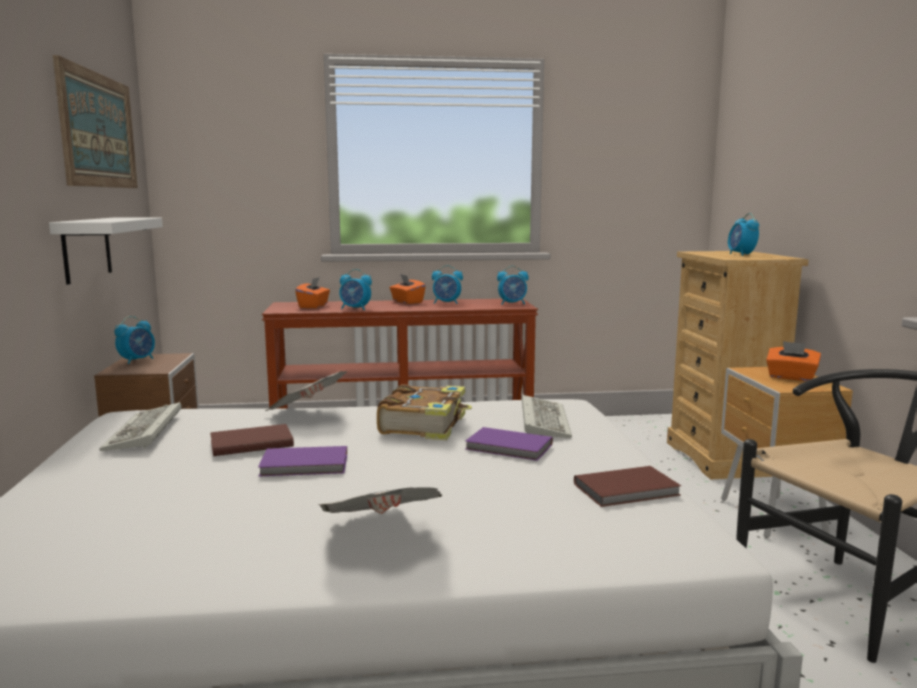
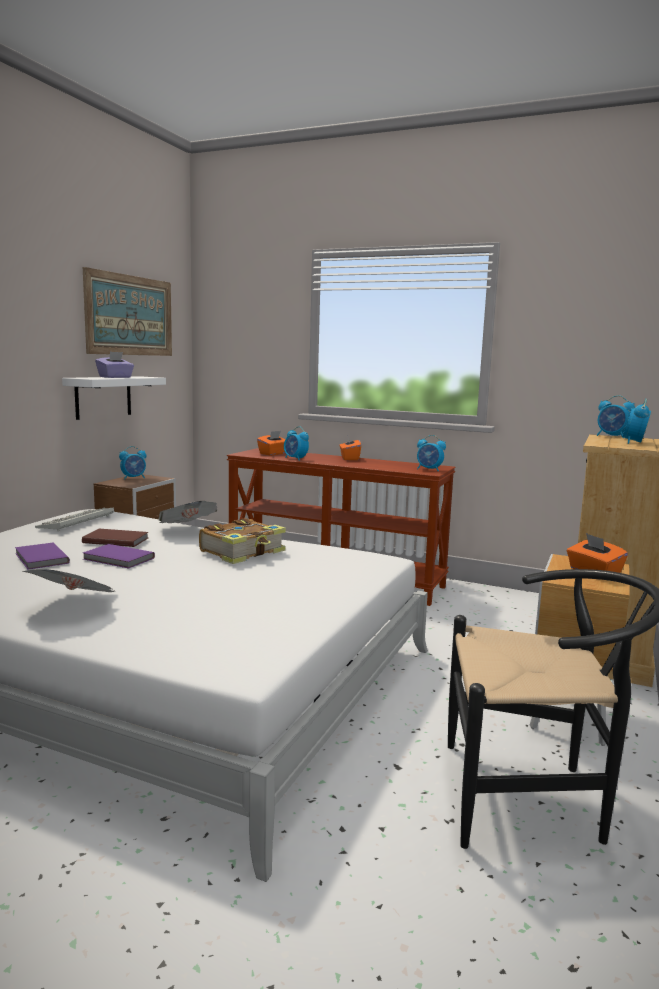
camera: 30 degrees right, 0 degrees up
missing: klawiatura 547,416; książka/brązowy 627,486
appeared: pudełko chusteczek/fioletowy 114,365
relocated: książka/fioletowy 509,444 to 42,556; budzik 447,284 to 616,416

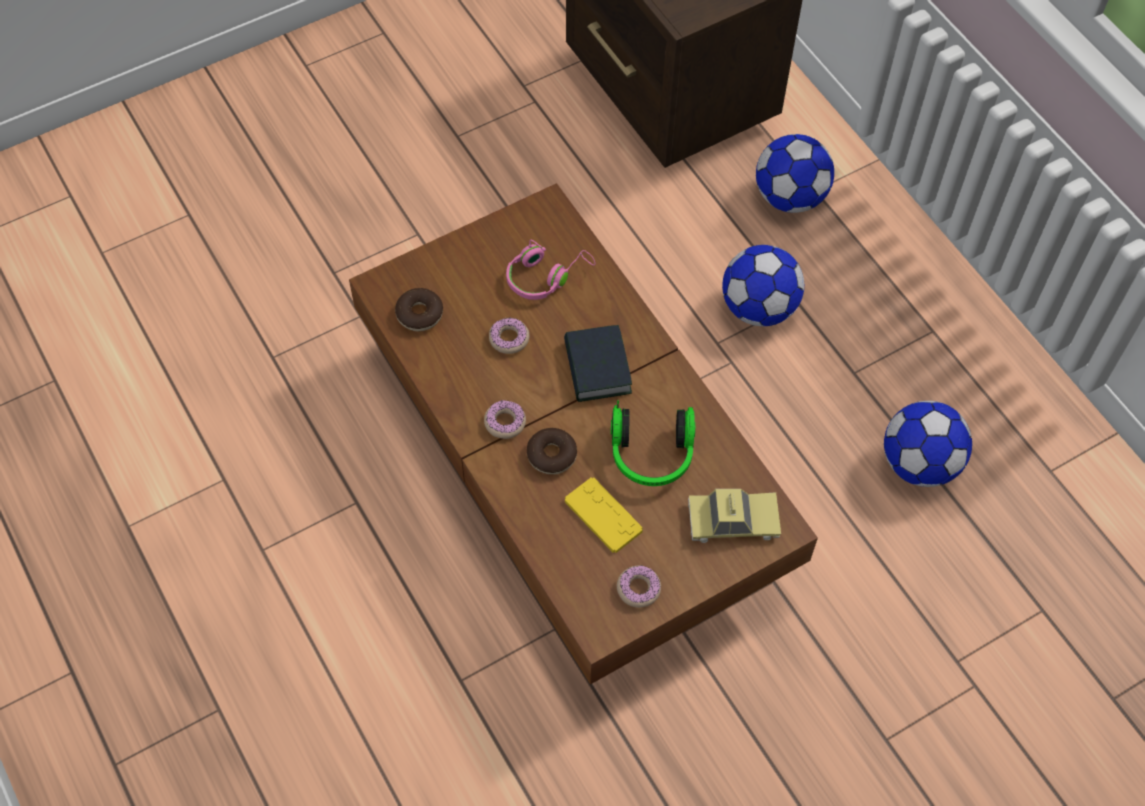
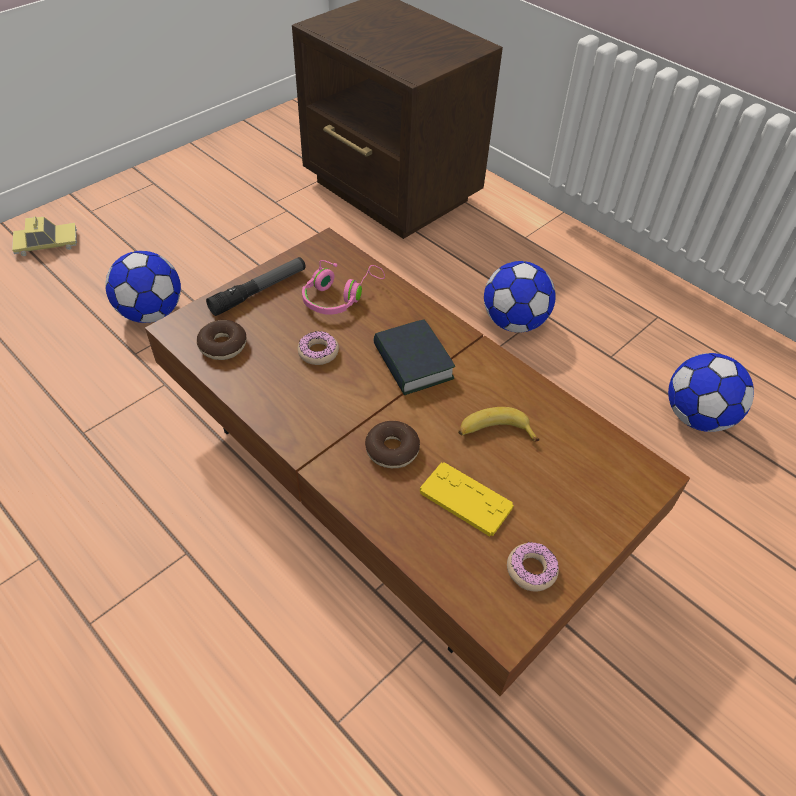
camera: 15 degrees left, 10 degrees down
missing: donut 505,419
appeared: latarka 256,286
relocated: samochodzik 734,516 to 44,236; piłka futbolowa 795,173 to 143,287
exchanged: słuchawki 653,443 to banan 499,424

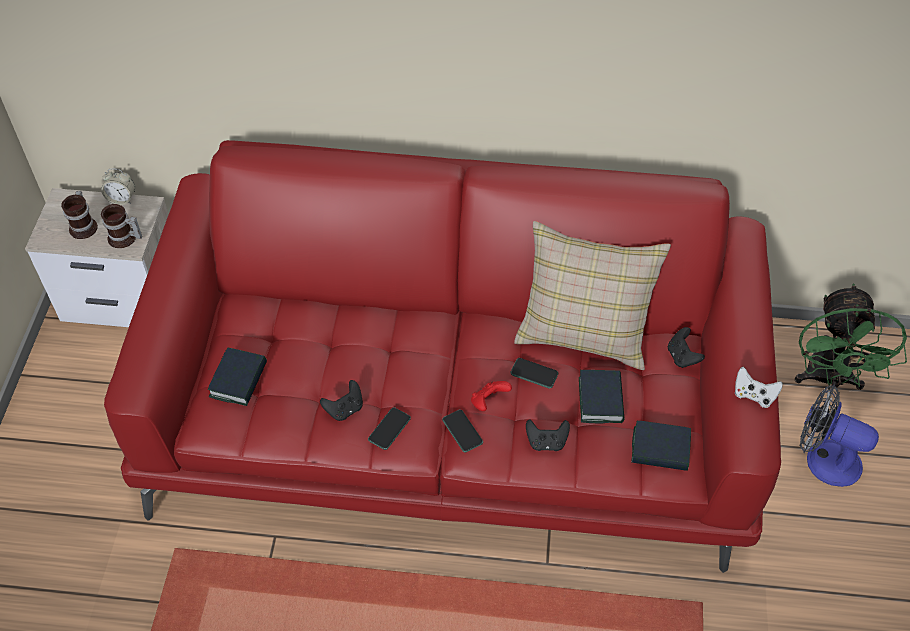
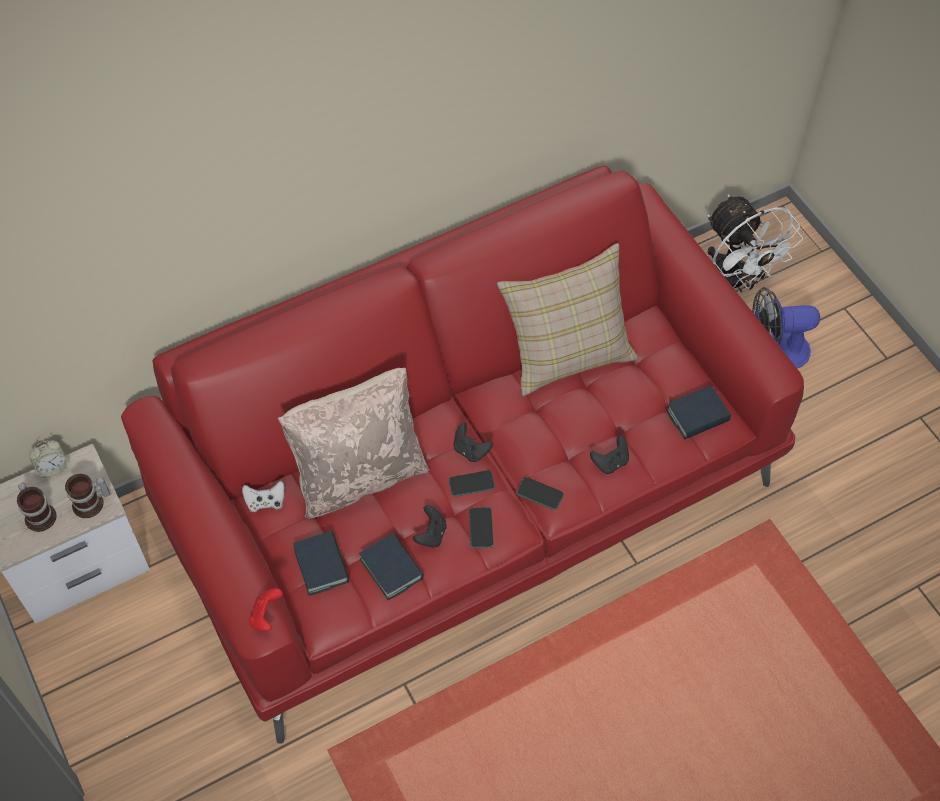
camera: 35 degrees left, 5 degrees up
appeared: poduszka/beżowy 354,443
relocated: pad do gier/biały 759,387 to 263,496; pad do gier/czerwony 491,396 to 265,610; książka 602,396 to 391,566; telefon 534,373 to 471,483; pad do gier/czarny 686,347 to 473,442
colour: wentylator/zielony 851,336 to wentylator/biały 755,243

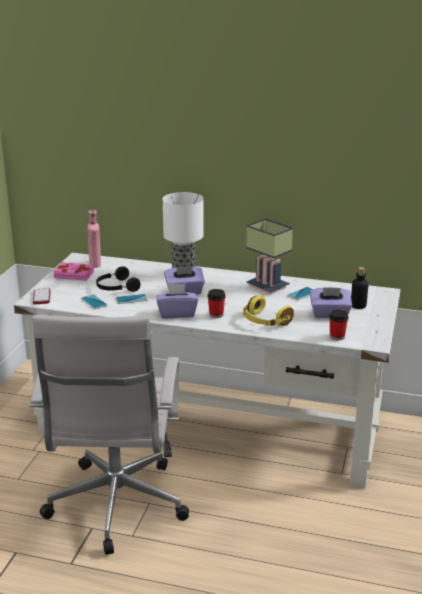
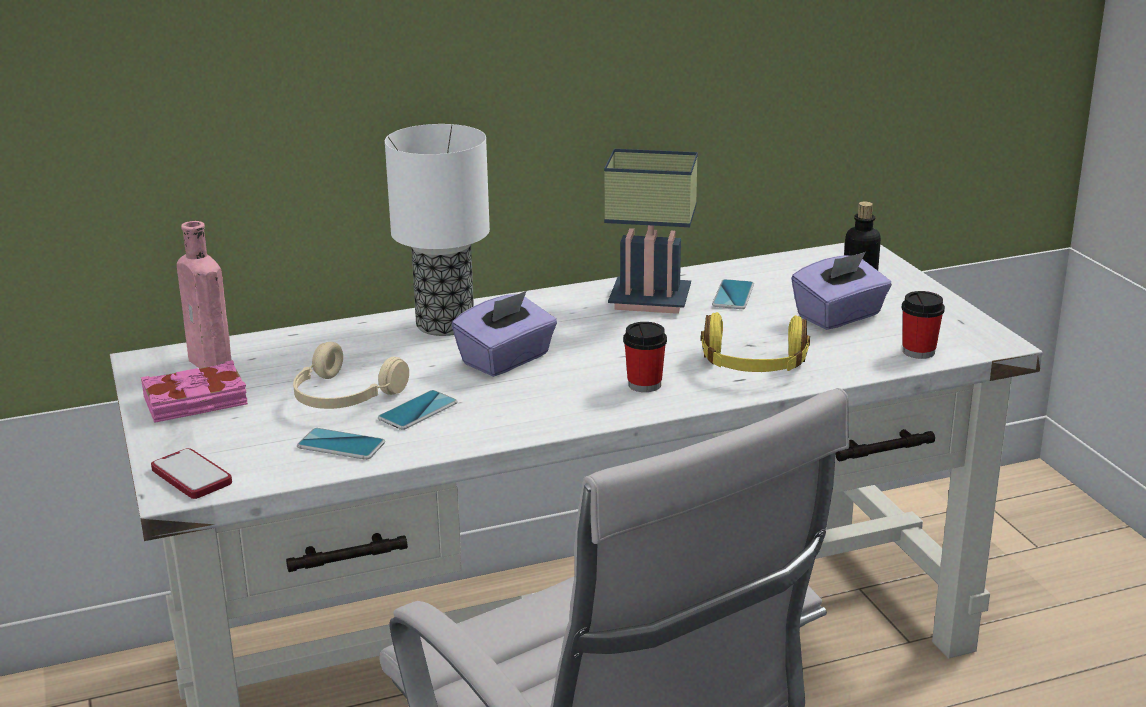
camera: 35 degrees left, 0 degrees up
missing: pudełko chusteczek/fioletowy 177,300
colour: słuchawki/czarny 118,279 to słuchawki/beżowy 351,375

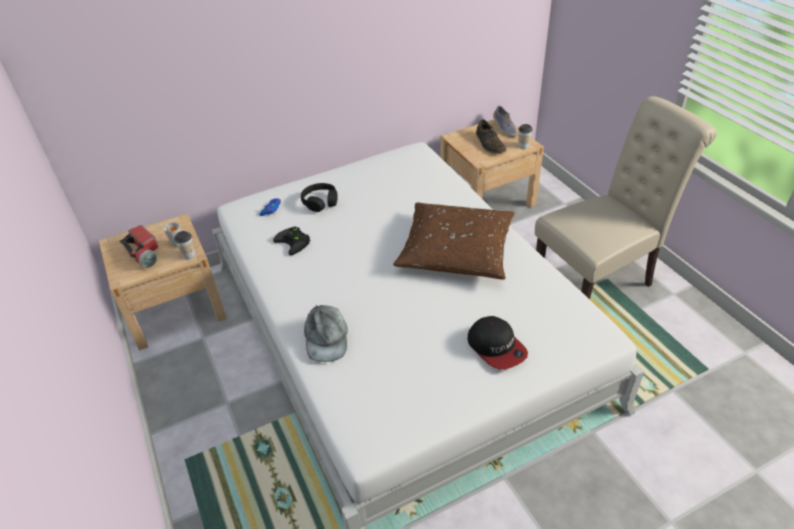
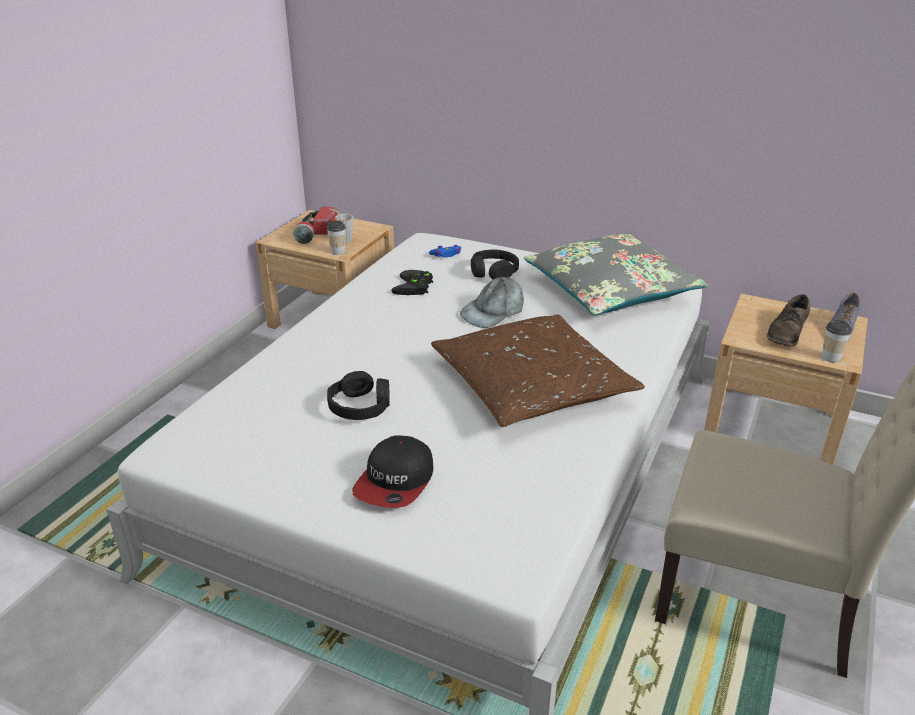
camera: 50 degrees right, 10 degrees down
appeared: słuchawki/czarny 358,395; poduszka/szary 616,275
relocated: czapka z daszkiem/szary 326,333 to 492,302

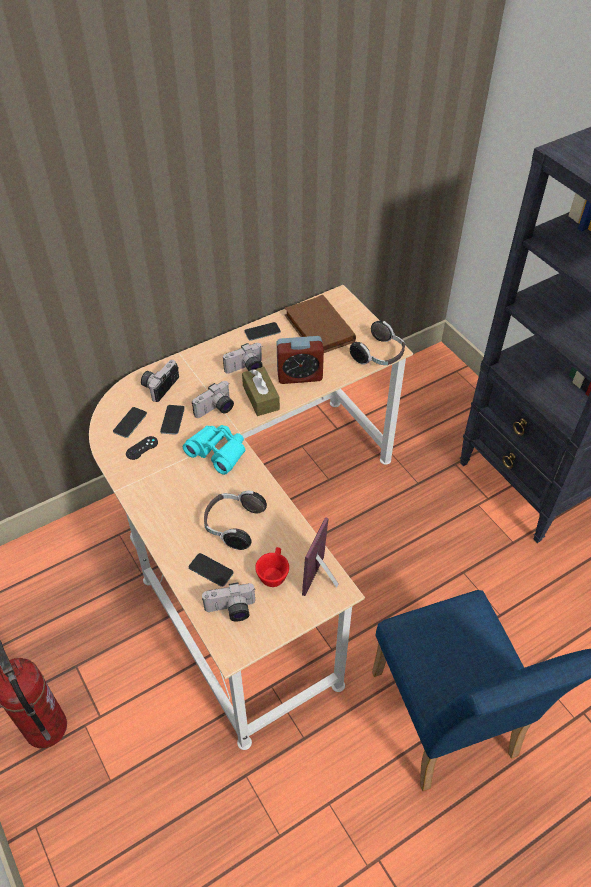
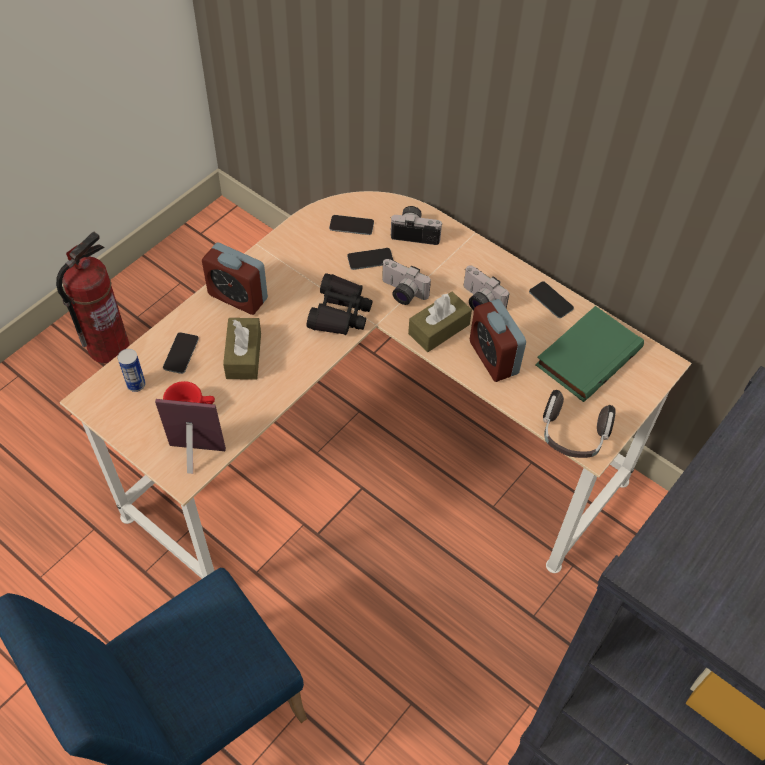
camera: 70 degrees right, 5 degrees up
missing: pad do gier/czarny 142,448
appeared: budzik 235,279
exchanged: aparat fotograficzny 228,601 to puszka 132,370; słuchawki 235,520 to pudełko chusteczek/brązowy 242,349
colour: lornetka/turkusowy 214,450 to lornetka/czarny 339,304; książka/brązowy 320,324 to książka/zielony 589,354

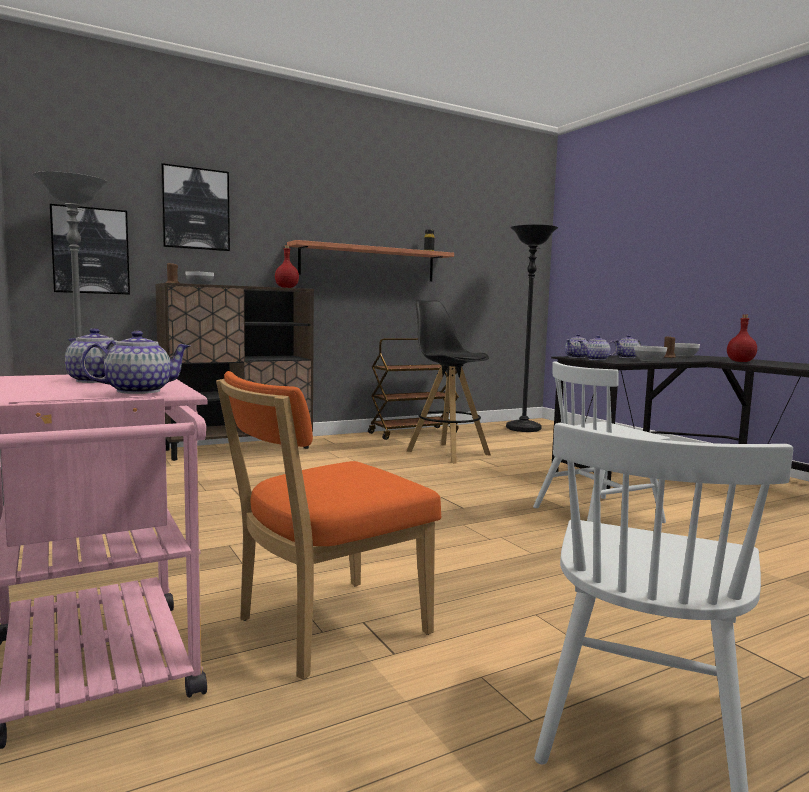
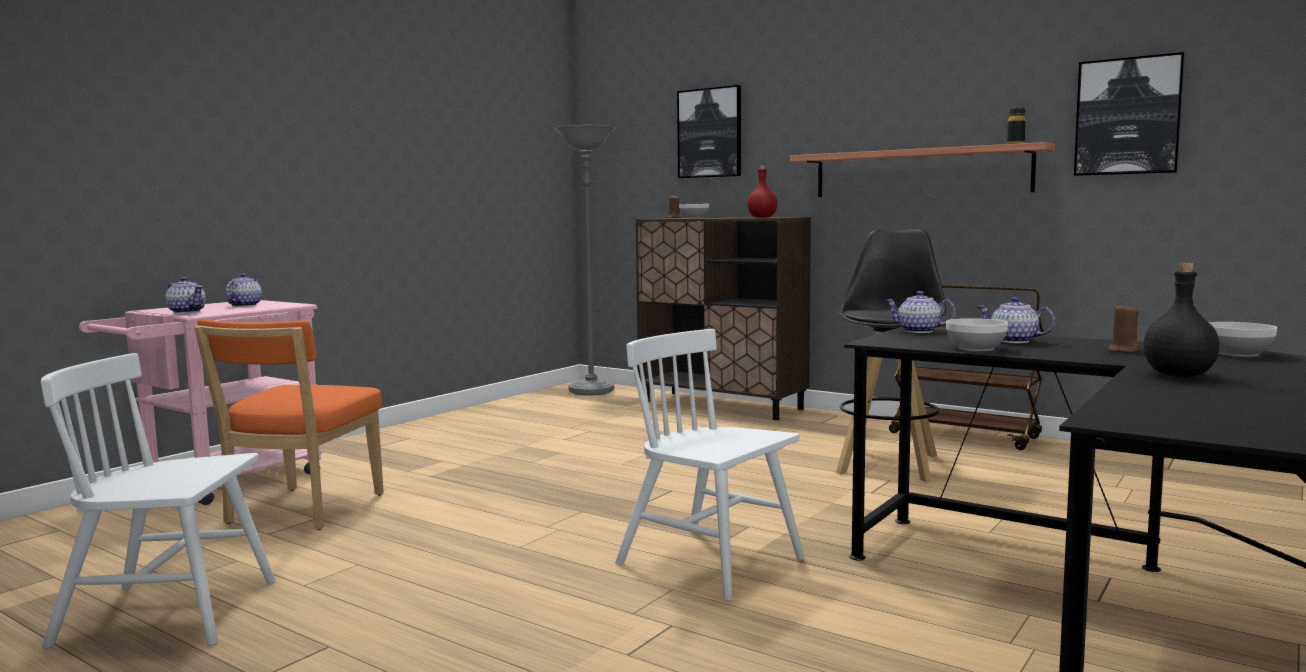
camera: 65 degrees right, 0 degrees up
missing: lampa stojąca/czarny 532,328; imbryk 598,347
relocated: obraz 90,249 to 1129,114
colour: butelka/czerwony 742,338 to butelka/czarny 1182,320
spun: krzesło/pomarańczowy 328,525 = 289,424 105 degrees counterclockwise

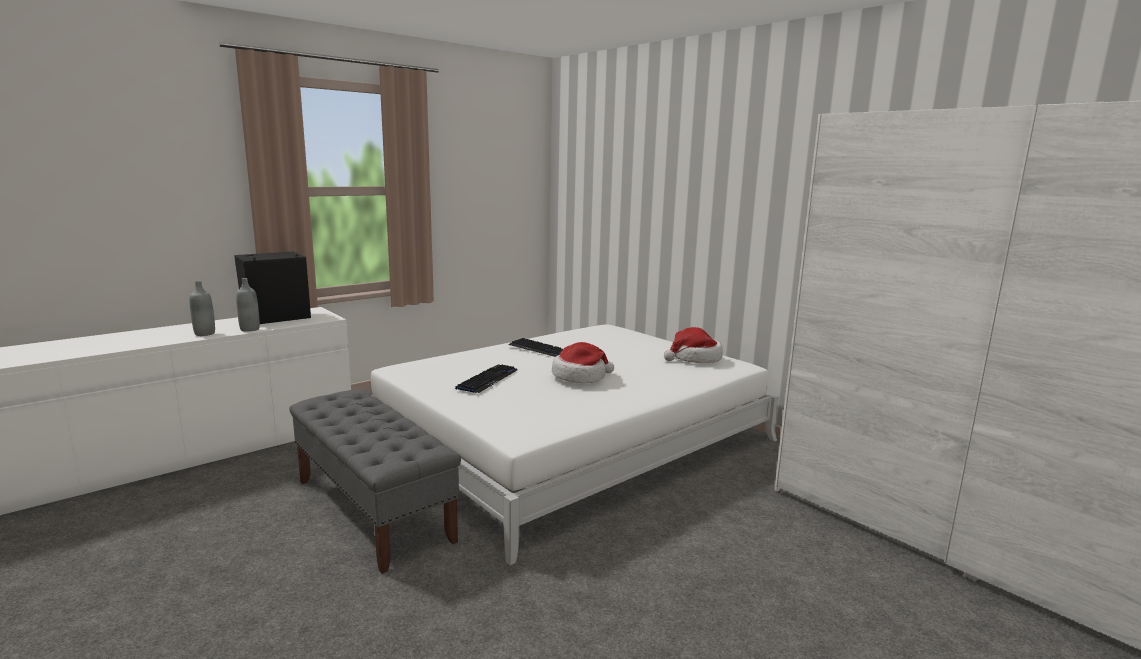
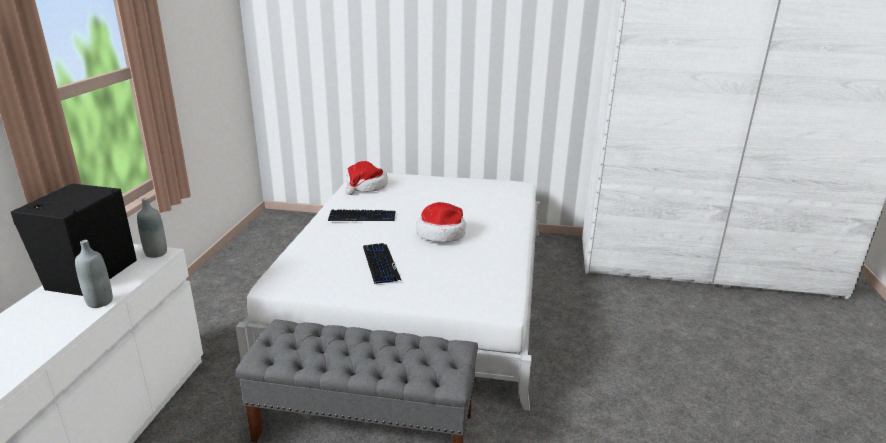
camera: 40 degrees left, 10 degrees up
relocated: butelka/szary 202,308 to 152,228; kapelusz 693,345 to 366,178

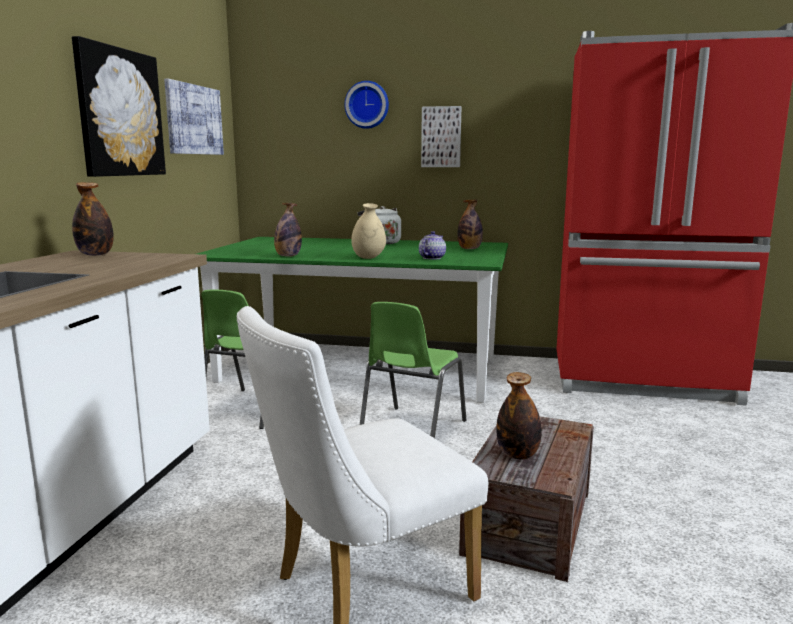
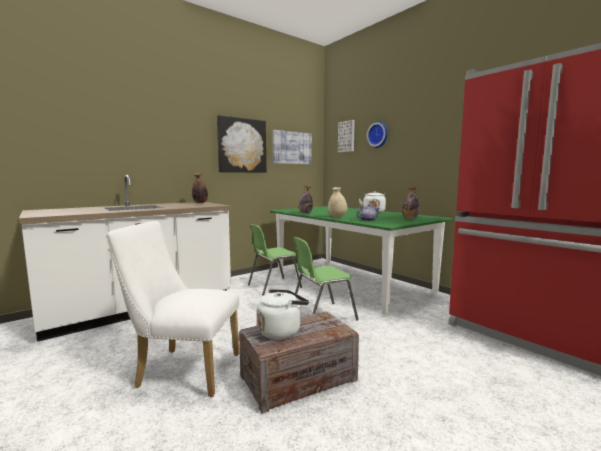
camera: 40 degrees right, 5 degrees down
relocated: obraz 441,136 to 346,136
exchanged: butelka 519,416 to czajnik/biały 283,314

